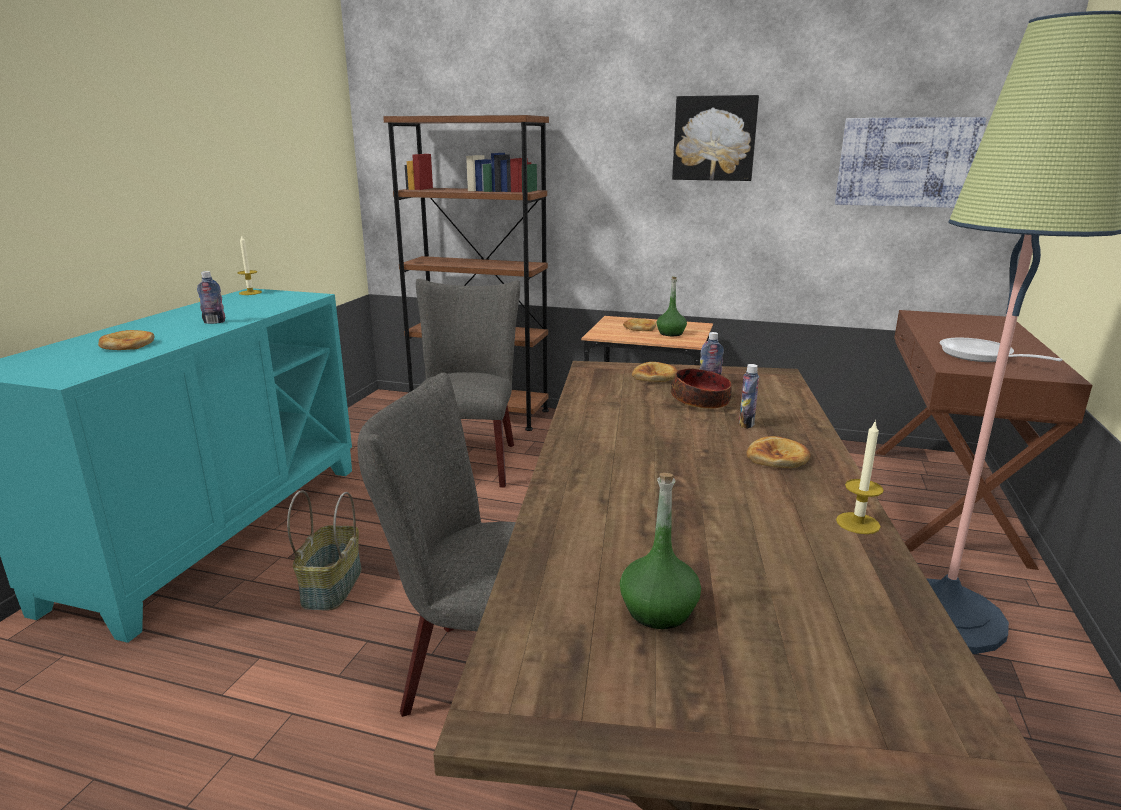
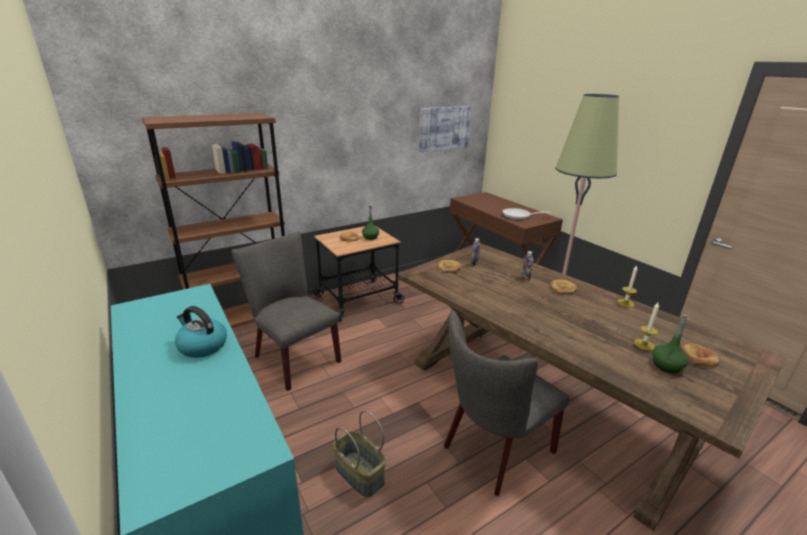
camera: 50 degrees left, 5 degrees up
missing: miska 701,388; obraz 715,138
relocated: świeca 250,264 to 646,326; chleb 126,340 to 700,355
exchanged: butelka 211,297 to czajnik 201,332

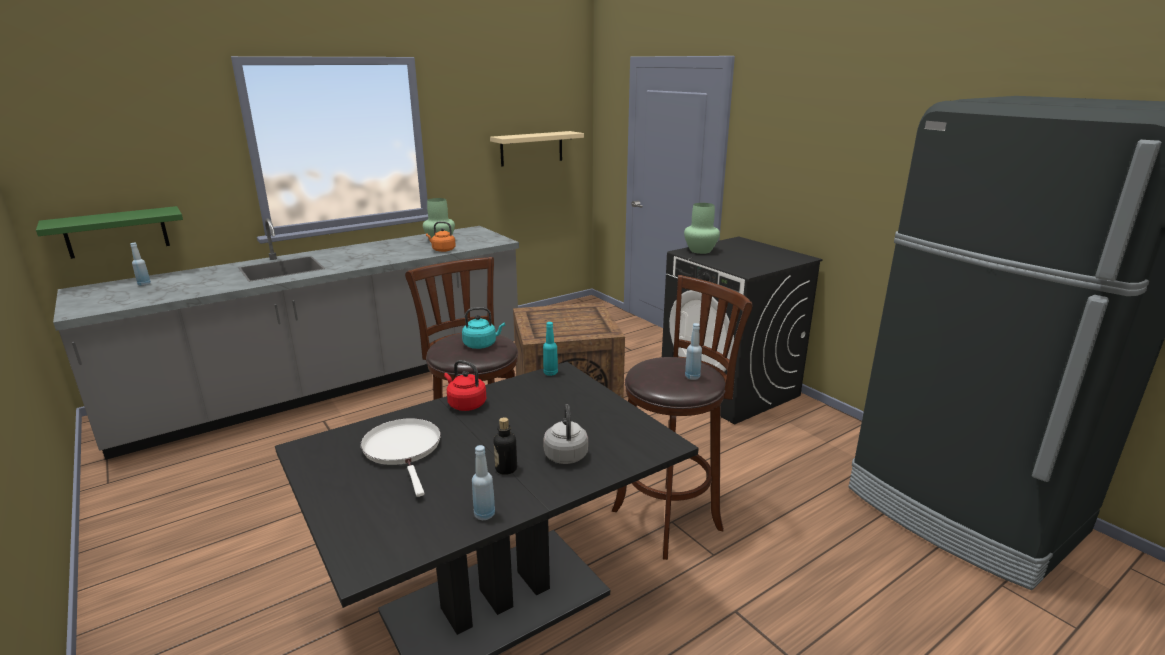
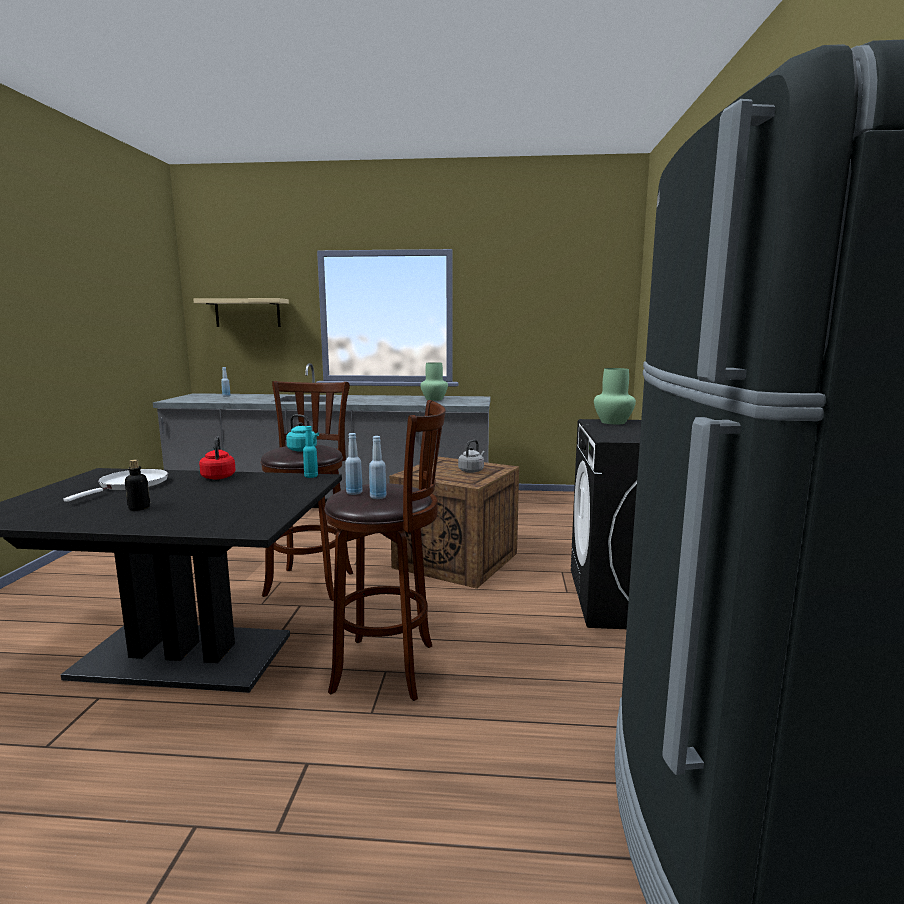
camera: 40 degrees right, 10 degrees down
missing: półka/zielony 109,232; czajnik/pomarańczowy 441,236
relocated: półka/beżowy 537,149 to 241,312; butelka/niebieski 483,482 to 354,464; czajnik/szary 565,434 to 471,456

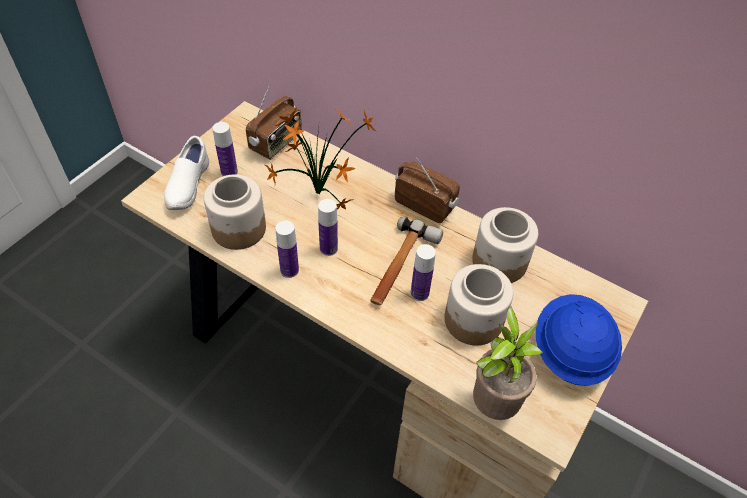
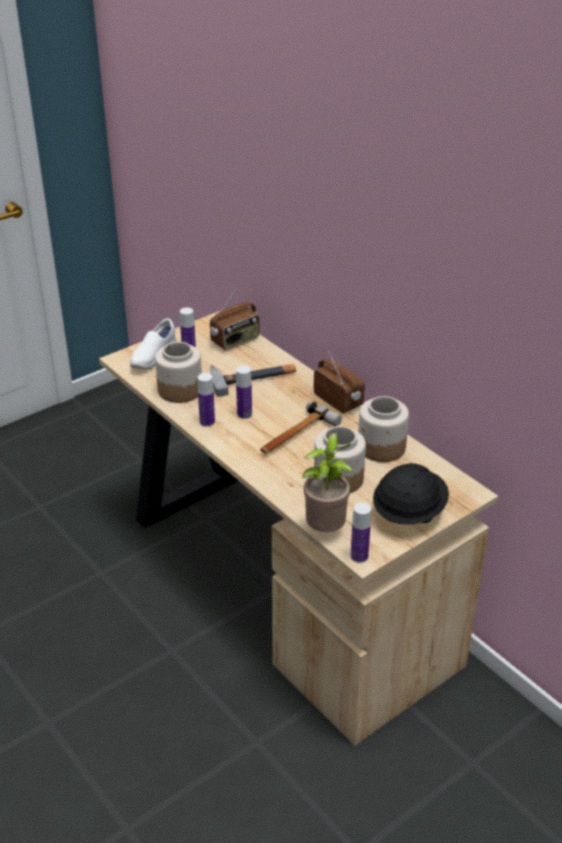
camera: 20 degrees right, 15 degrees down
relocated: butelka 423,272 to 360,533
exchanged: roślina doniczkowa 320,159 to młotek 253,380
colour: kask/niebieski 579,340 to kask/czarny 411,494

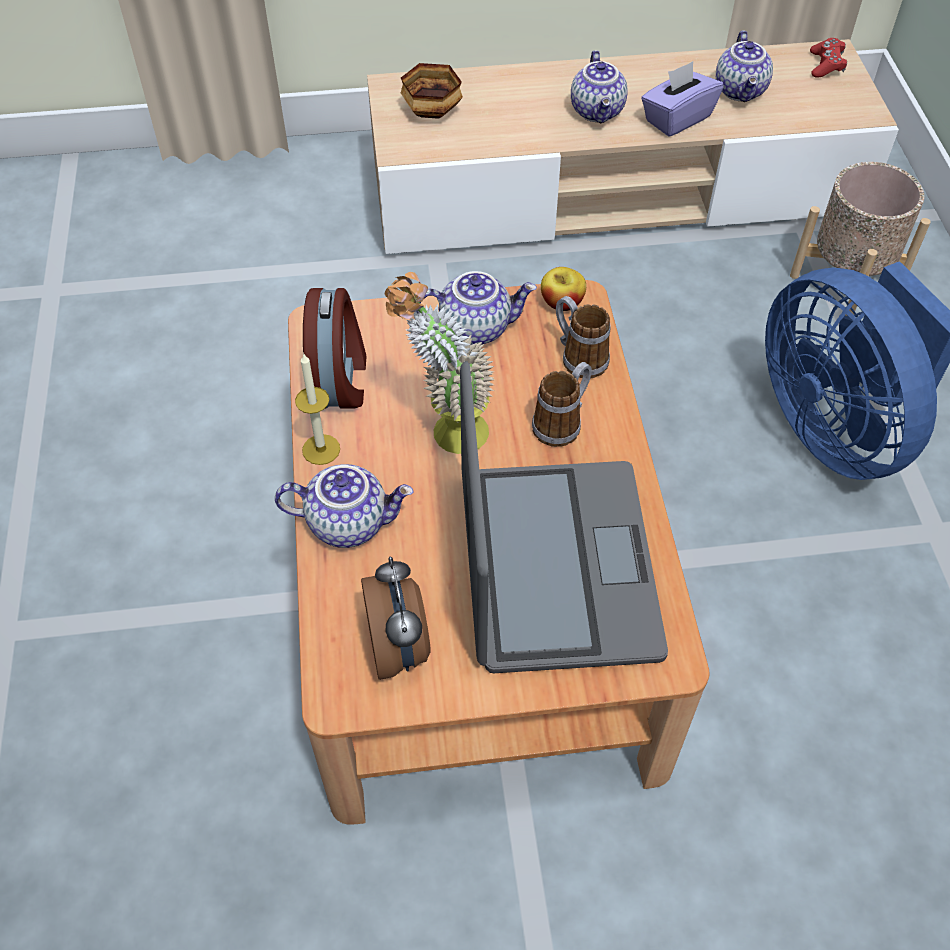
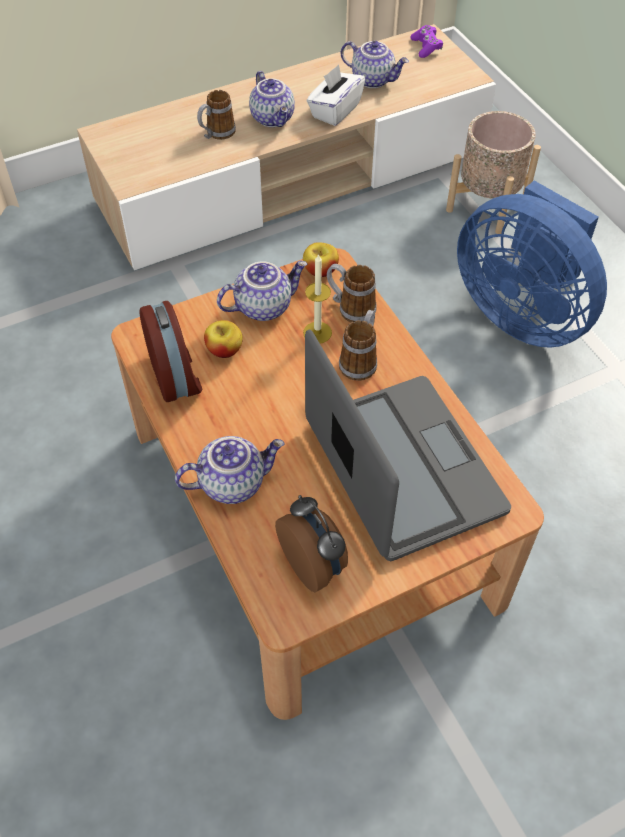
camera: 20 degrees left, 0 degrees up
missing: roślina doniczkowa 439,363; miska 432,91
appeared: kubek 216,115; jabłko 223,339
relocated: świeca 317,409 to 317,298
colour: pudełko chusteczek/fioletowy 682,99 to pudełko chusteczek/biały 336,95; pad do gier/czerwony 828,58 to pad do gier/fioletowy 426,41
spun: imbryk 744,66 = 375,64 45 degrees counterclockwise

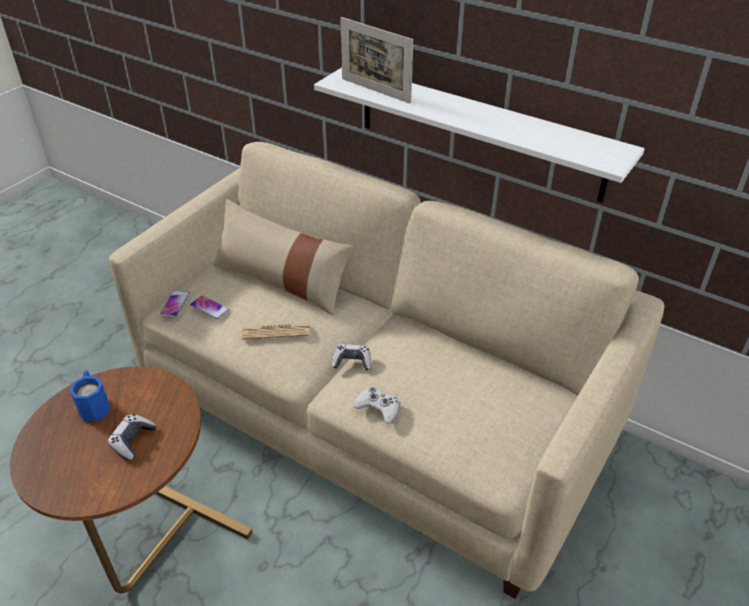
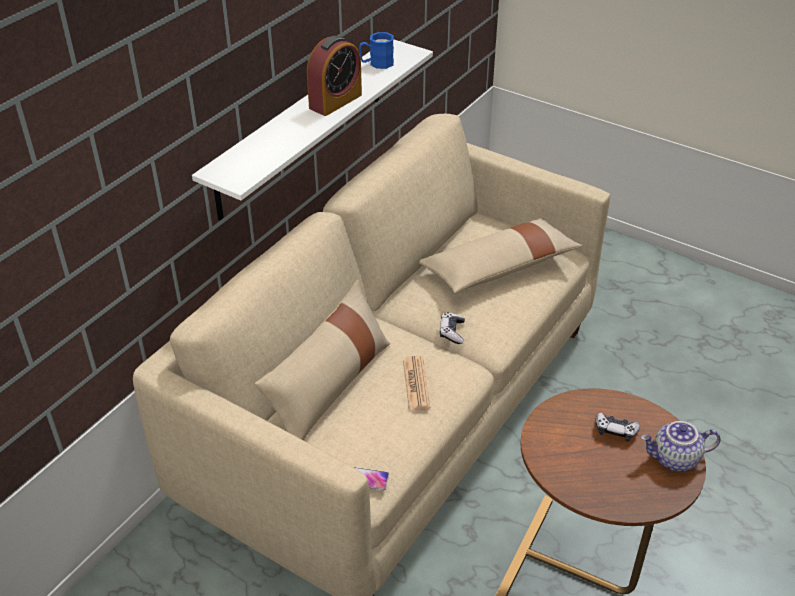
camera: 90 degrees left, 0 degrees up
missing: telefon 210,307; ramka na zdjęcie 376,60; pad do gier/biały 377,405
appeared: budzik 334,76; poduszka/beżowy 500,255; imbryk 681,446
relocated: kubek/niebieski 90,396 to 376,50

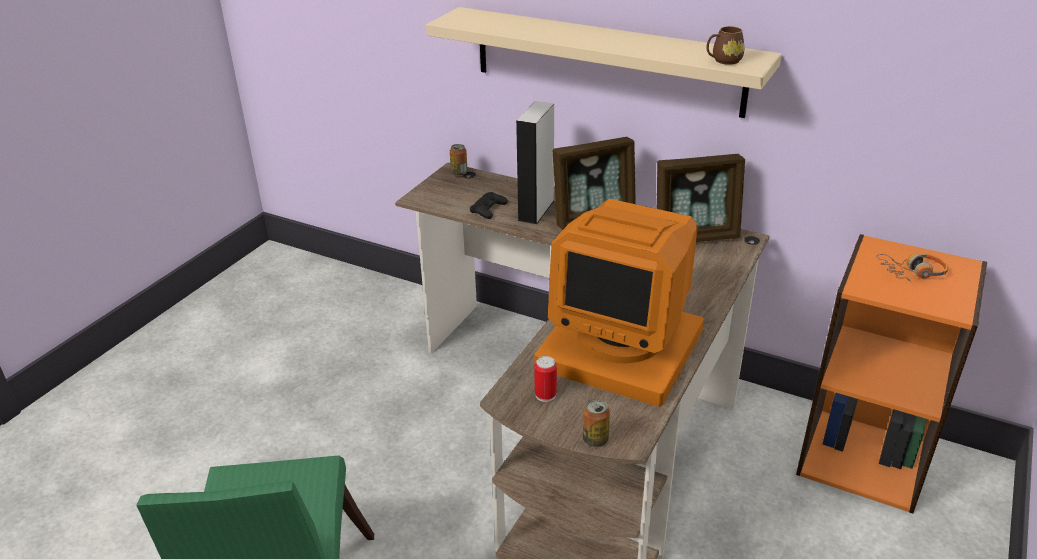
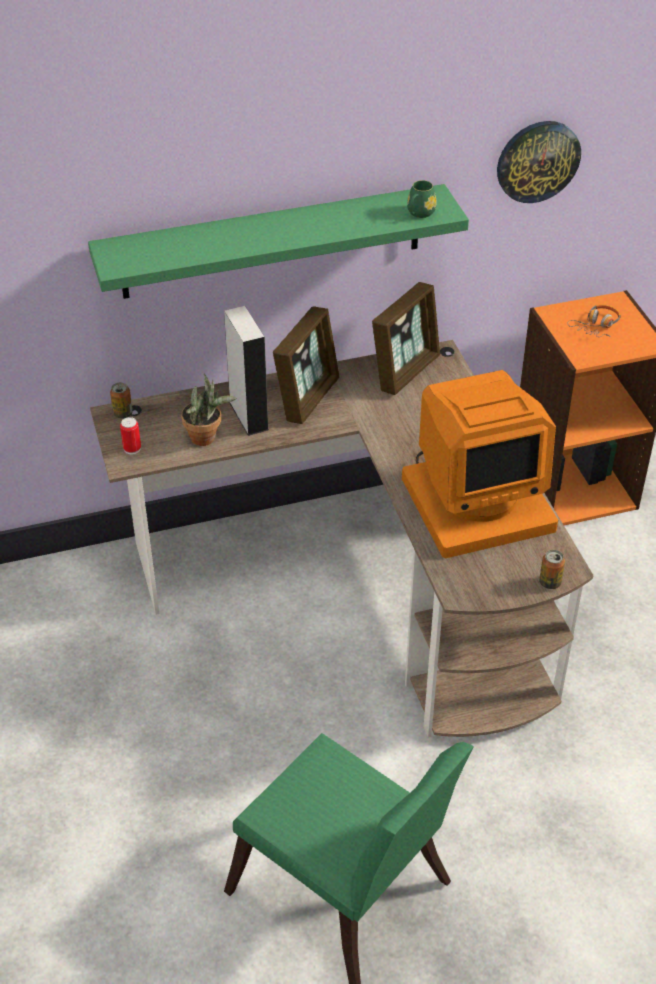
camera: 45 degrees left, 10 degrees up
appeared: zegar ścienny 539,162
relocated: puszka 545,379 to 130,436
exchanged: pad do gier/czarny 489,205 to roślina doniczkowa 209,410
colour: półka/beżowy 604,62 to półka/zielony 278,241; kubek/brązowy 725,45 to kubek/zielony 422,199

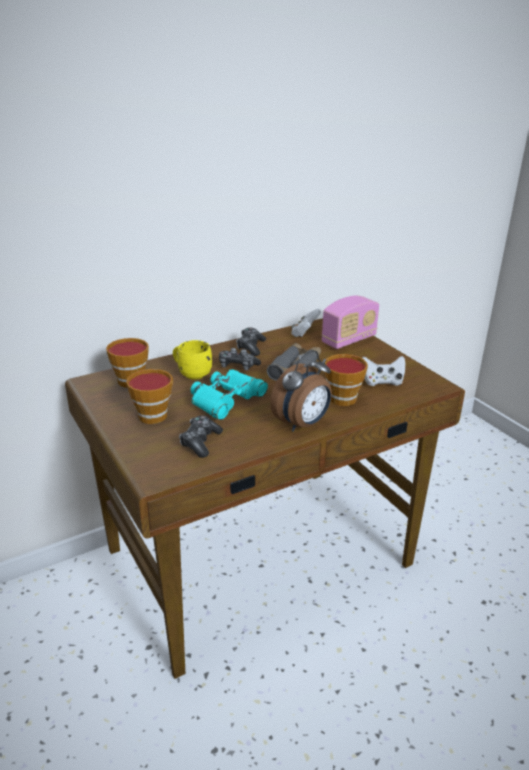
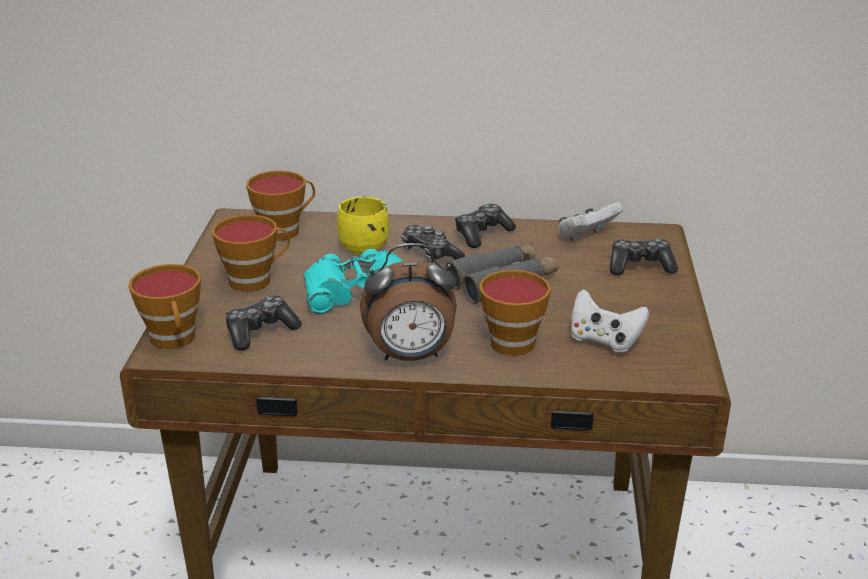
camera: 35 degrees right, 0 degrees up
appeared: filiżanka 164,306
exchanged: radio 350,322 to pad do gier 644,256

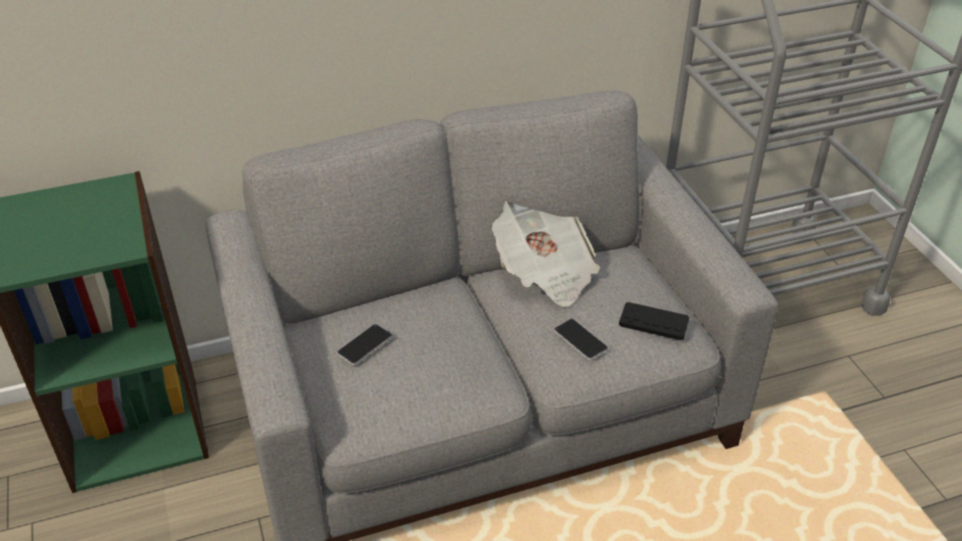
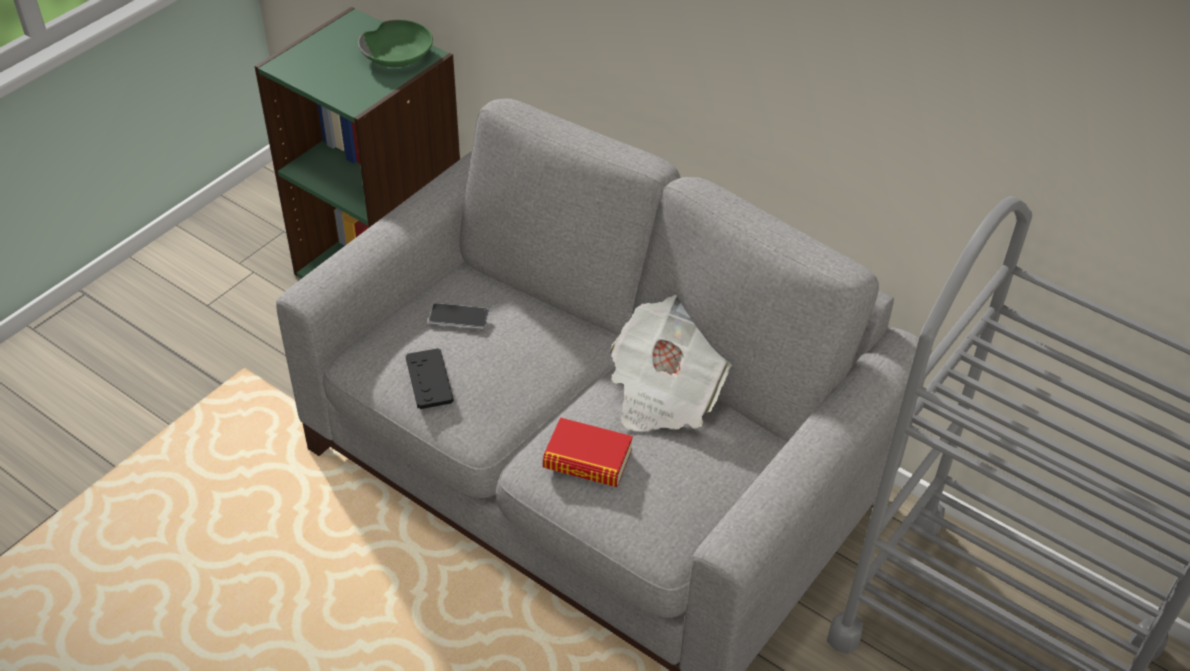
camera: 55 degrees right, 5 degrees up
appeared: miska/zielony 395,43
relocated: pad do gier/czarny 654,321 to 430,378
exchanged: telefon 581,339 to książka 588,452

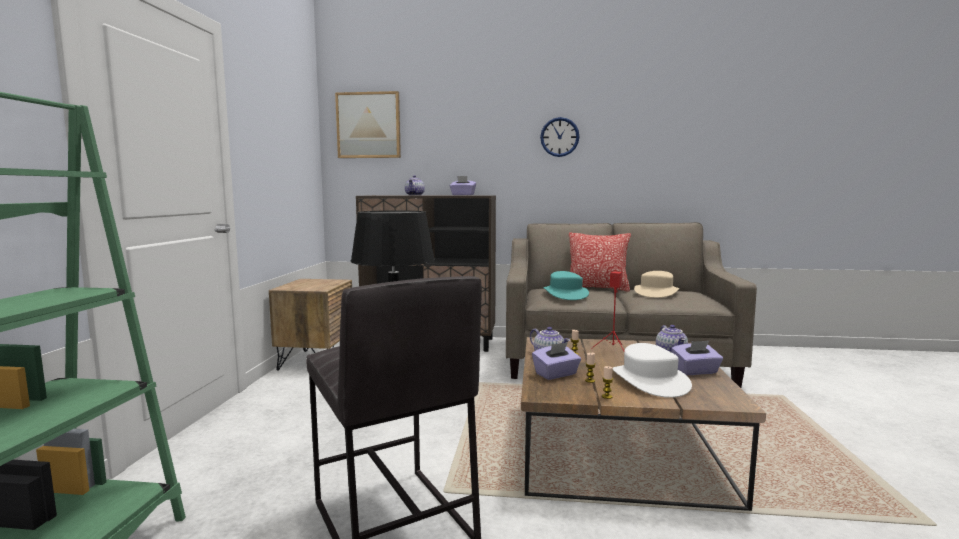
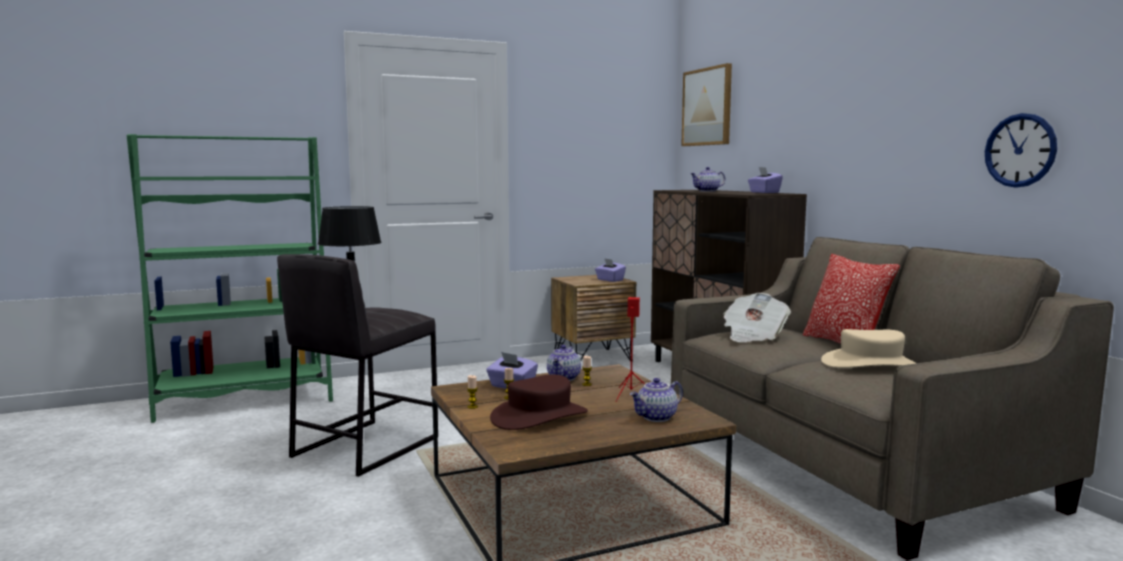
camera: 60 degrees right, 0 degrees up
relocated: pudełko chusteczek/fioletowy 697,358 to 610,270; zegar ścienny 559,137 to 1021,150
exchanged: kapelusz/turkusowy 566,285 to gazeta 757,317
colour: kapelusz/biały 652,370 to kapelusz/brązowy 539,402

